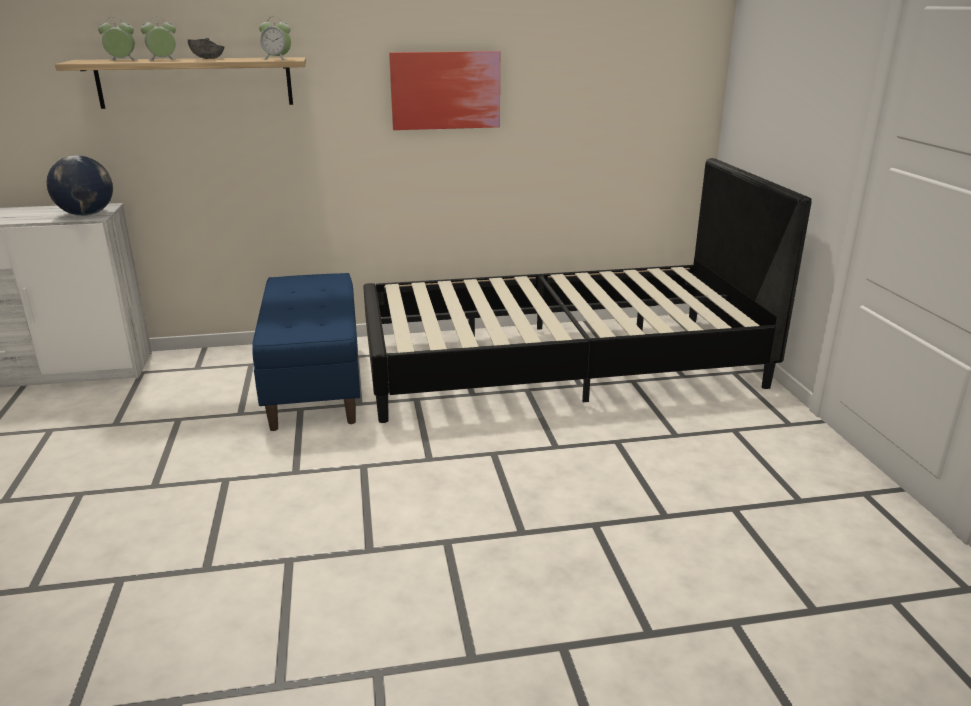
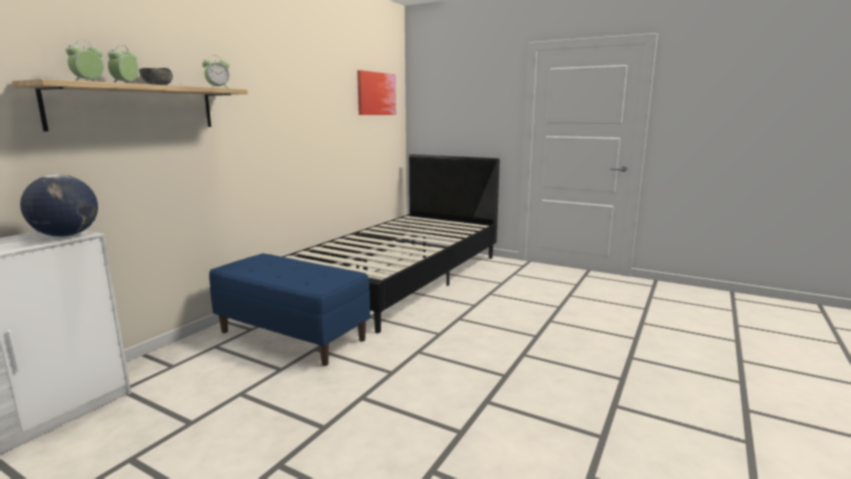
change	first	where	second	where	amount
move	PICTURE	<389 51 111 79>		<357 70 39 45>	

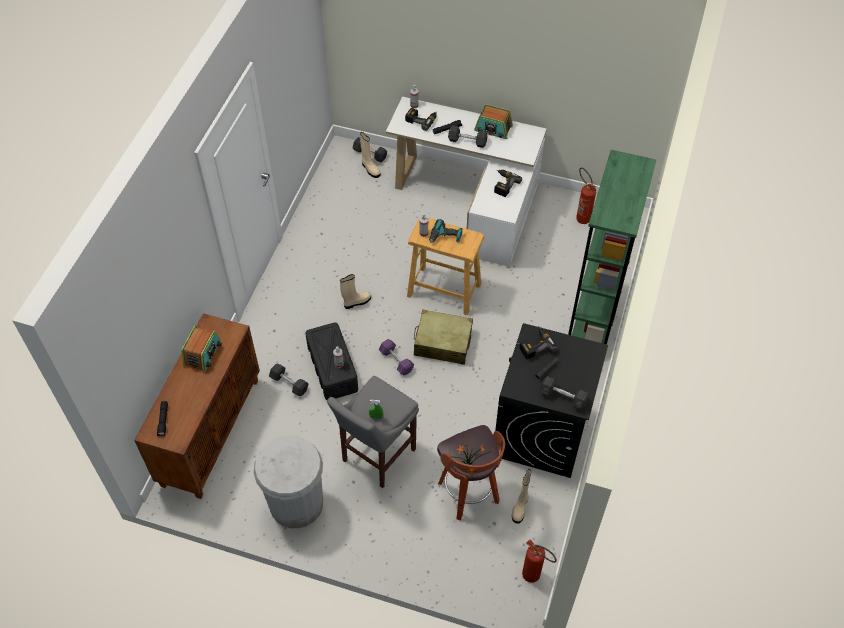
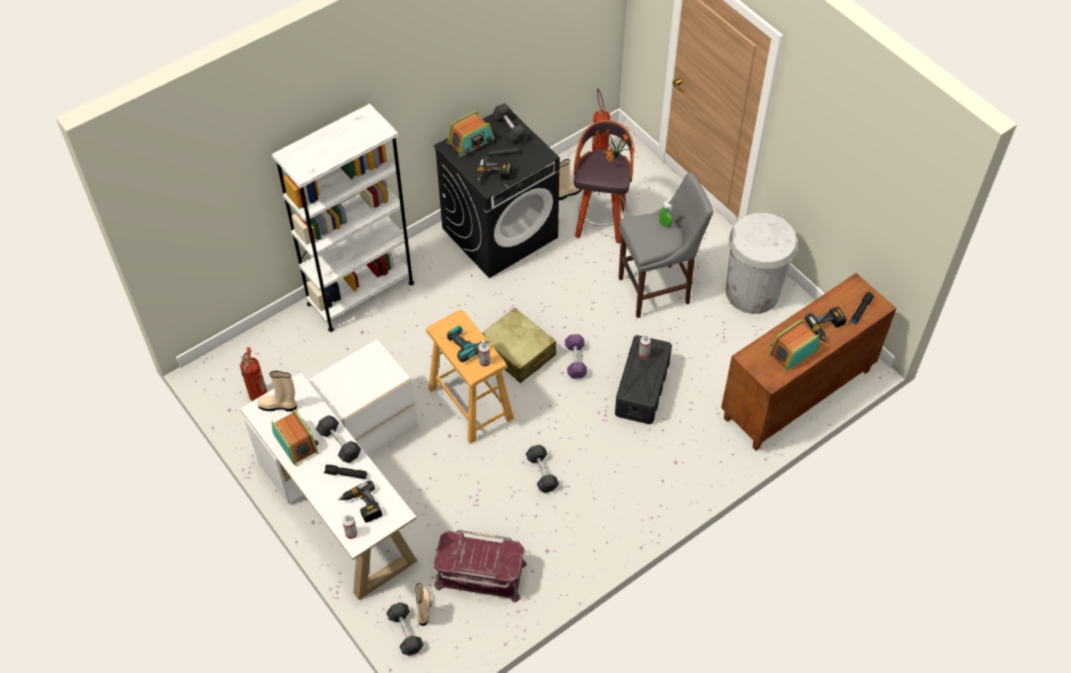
change	first	where	second	where	amount
move	BEIGE BOOT	<340 274 31 35>		<258 371 39 41>	
recolor	GREEN BOOKCASE	<568 150 88 195>	WHITE BOOKCASE	<272 103 142 229>	
insert			RED STORAGE BOX	<434 530 93 73>	
insert			RADIO	<447 111 47 46>	
move	GREY DUMBBELL	<269 364 40 32>		<526 445 33 48>	
move	POWER DRILL	<494 170 28 27>		<805 306 42 36>	

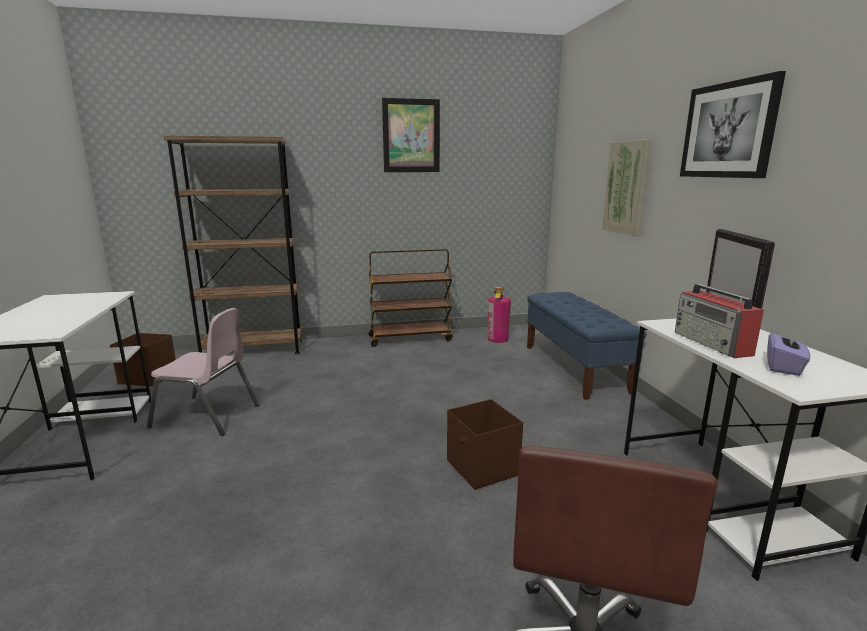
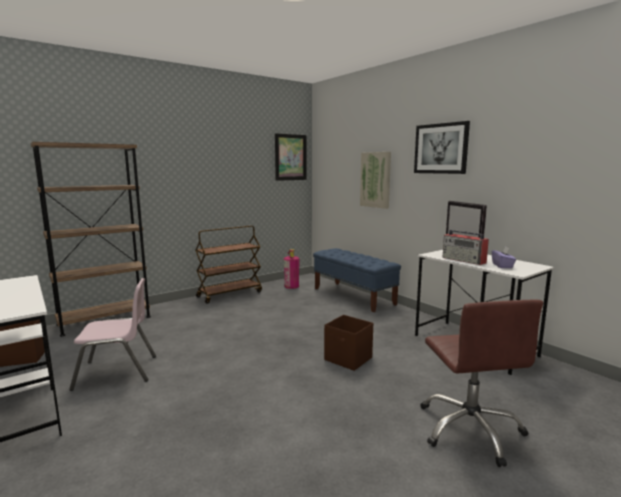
change	first	where	second	where	amount
move	PICTURE	<382 98 58 74>		<275 133 32 48>	

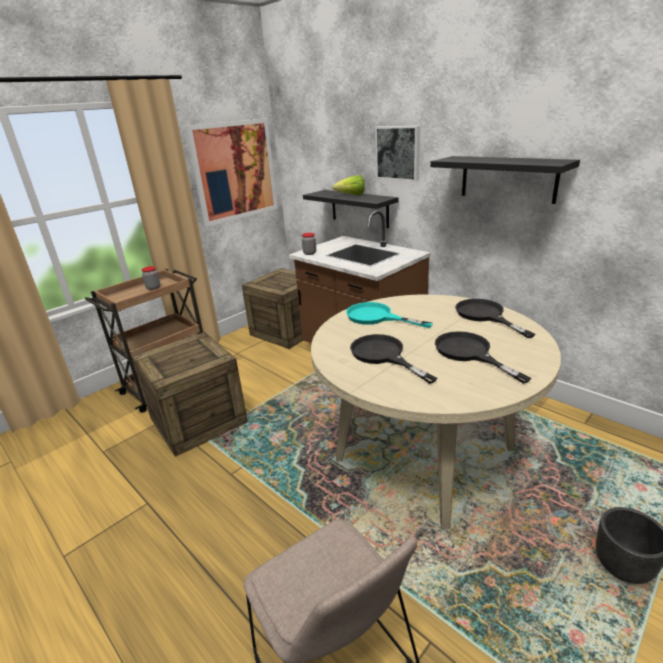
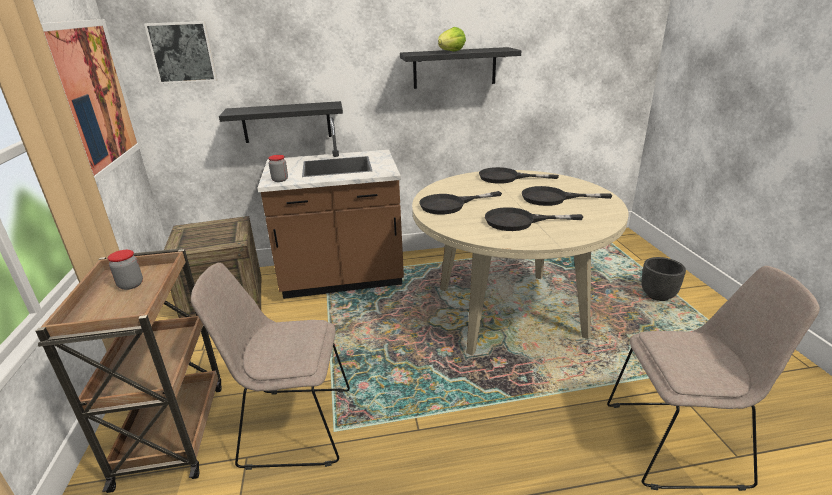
change	first	where	second	where	amount
move	PICTURE	<375 125 45 56>		<144 21 74 63>	
replace	CRATE	<132 332 116 125>	BEIGE CHAIR	<191 263 159 207>	
recolor	TURQUOISE FRYING PAN	<346 302 87 26>	BLACK FRYING PAN	<419 191 83 23>	
move	LETTUCE	<332 175 33 20>		<438 27 28 25>	

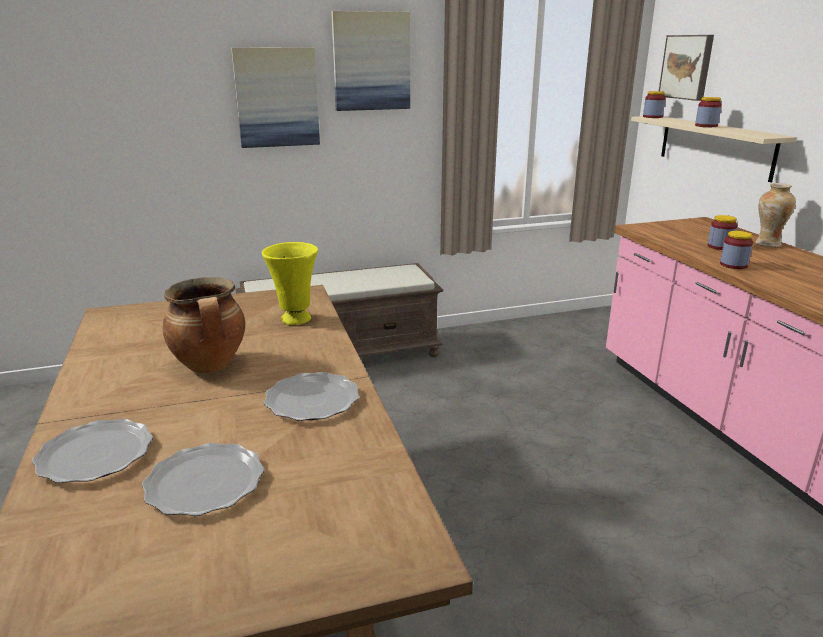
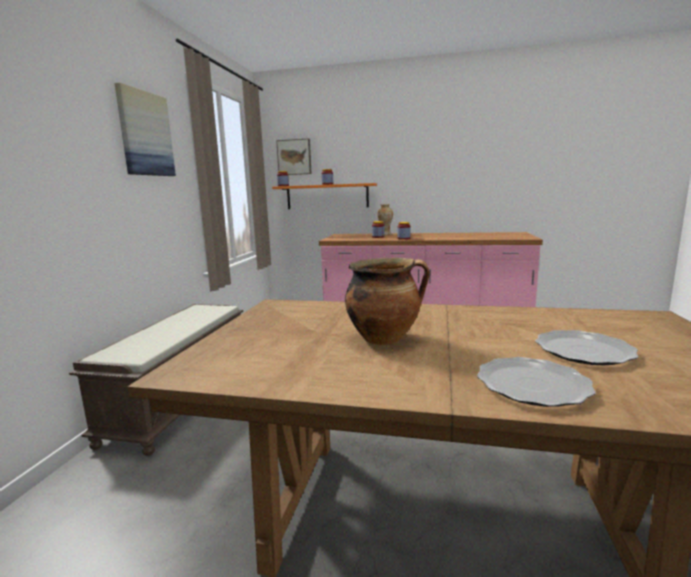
change	first	where	second	where	amount
recolor	BEIGE SHELF	<631 116 166 66>	ORANGE SHELF	<272 183 105 26>	
delete	PICTURE	<231 47 89 101>			
delete	YELLOW VASE	<262 242 56 83>			
delete	PLATE	<264 372 95 49>			

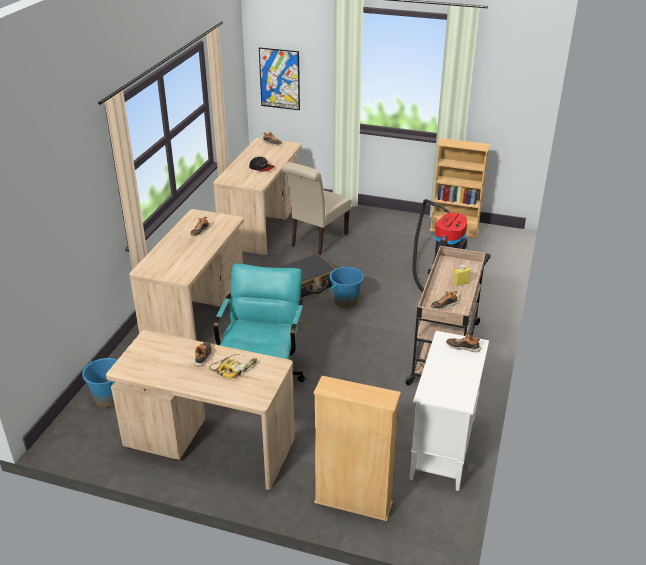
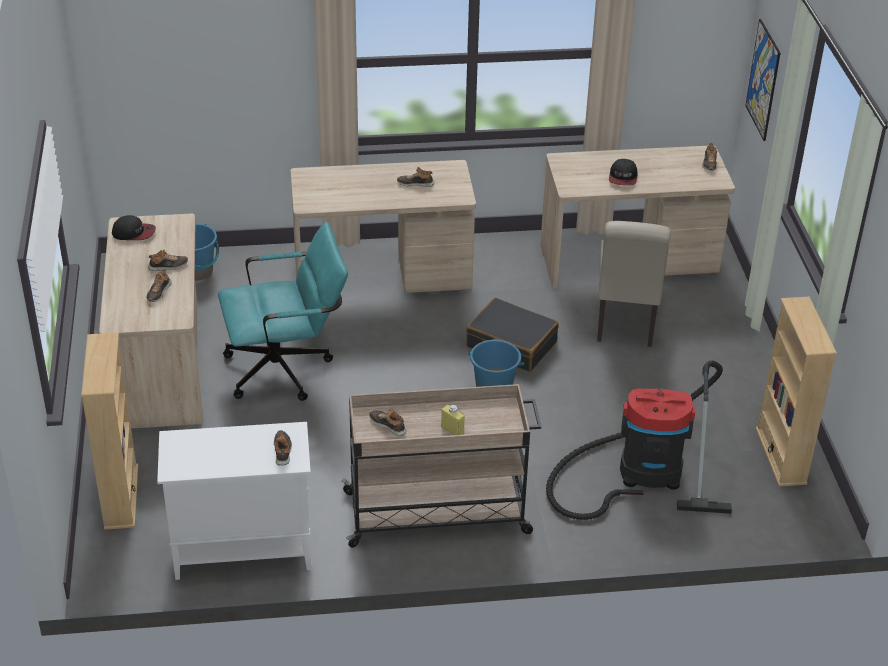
change	first	where	second	where	amount
insert			CAP	<112 215 44 25>	
replace	POWER DRILL	<209 354 48 24>	SHOE	<147 269 25 33>	
rotate	BEIGE CHAIR	<282 162 70 94>		<597 221 74 126>	90 degrees counterclockwise

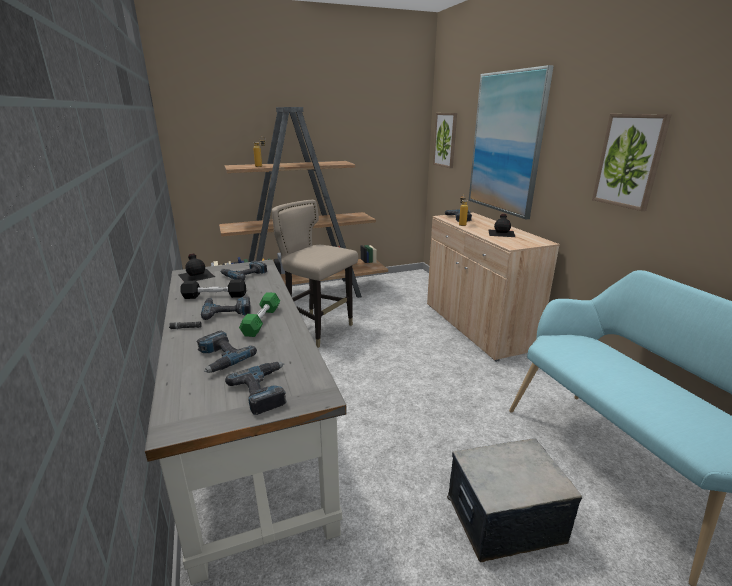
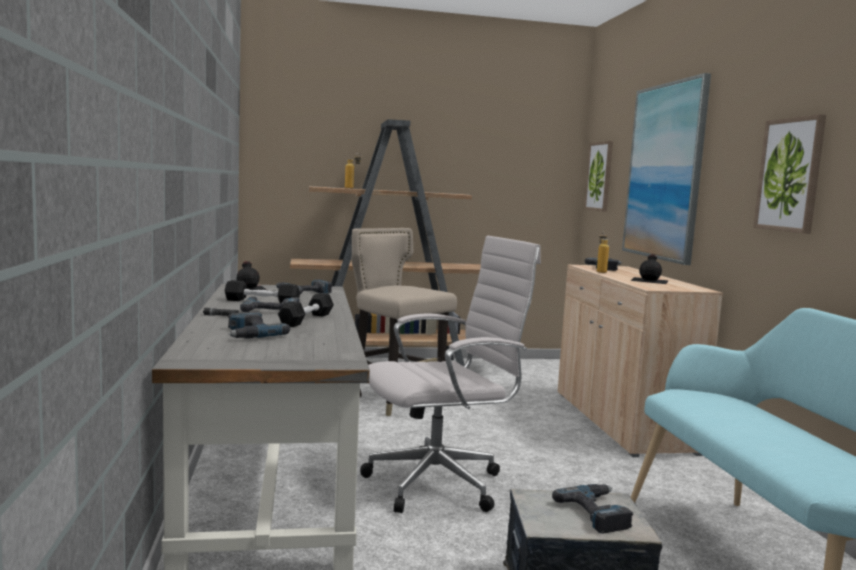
change	first	where	second	where	amount
recolor	GREEN DUMBBELL	<239 292 41 45>	BLACK DUMBBELL	<278 293 56 34>	
insert			WHITE OFFICE CHAIR	<360 236 181 277>	
move	POWER DRILL	<225 362 62 53>		<552 484 82 49>	

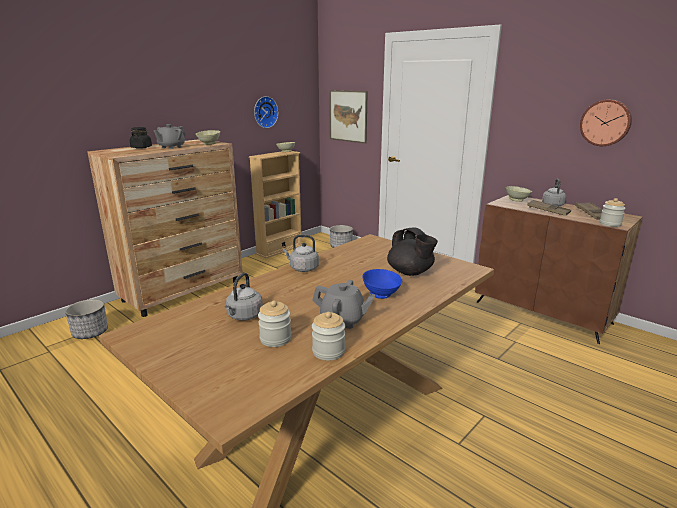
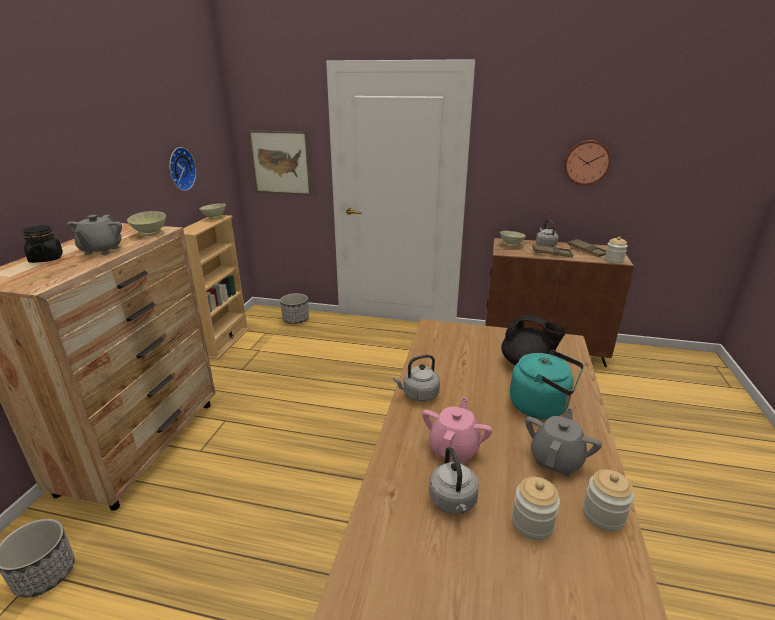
change	first	where	second	where	amount
insert			PINK TEAPOT	<422 397 70 67>	
replace	BLUE BOWL	<362 269 40 30>	TURQUOISE KETTLE	<510 350 74 69>	
rotate	GREY TEAPOT	<312 280 63 49>		<525 408 77 68>	45 degrees counterclockwise

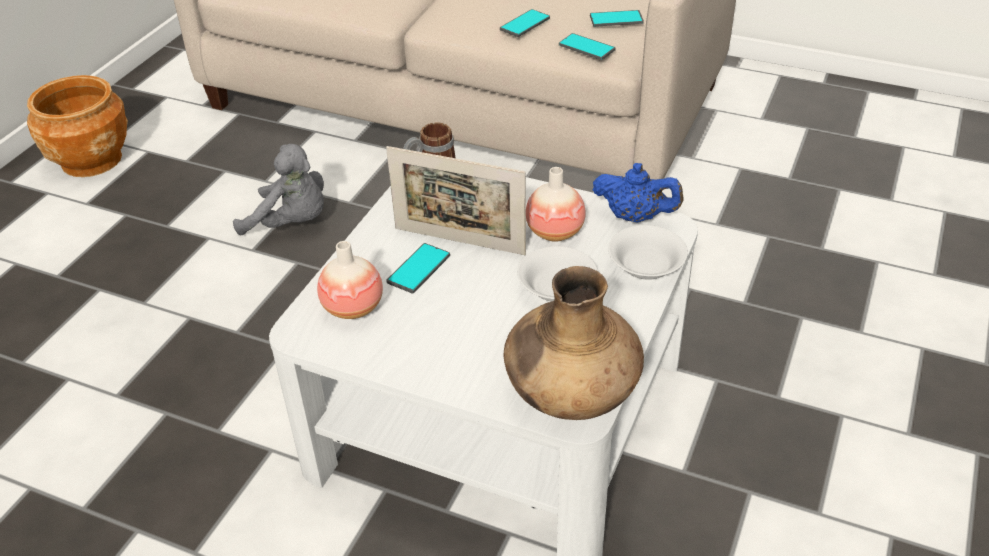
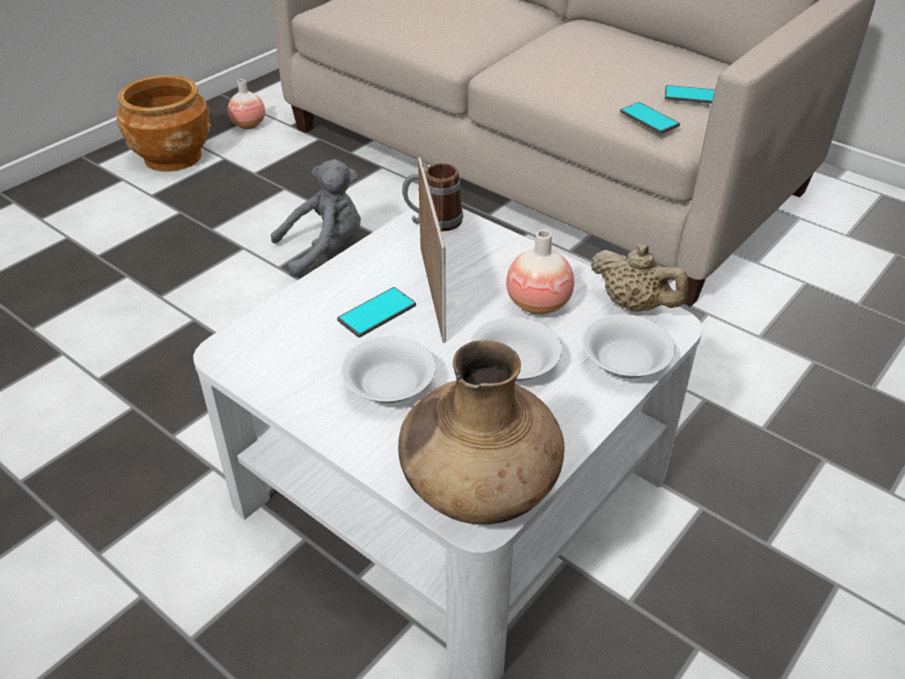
change	first	where	second	where	amount
move	VASE	<317 241 66 78>		<228 79 37 50>	
rotate	GREY PLUSH TOY	<233 144 91 92>		<271 159 90 118>	60 degrees counterclockwise
insert			WHITE BOWL	<341 336 95 68>	
rotate	PICTURE FRAME	<386 146 140 109>		<418 158 28 185>	135 degrees counterclockwise
recolor	BLUE TEAPOT	<593 163 90 59>	BEIGE TEAPOT	<591 243 98 69>	
delete	PHONE	<500 9 50 28>			

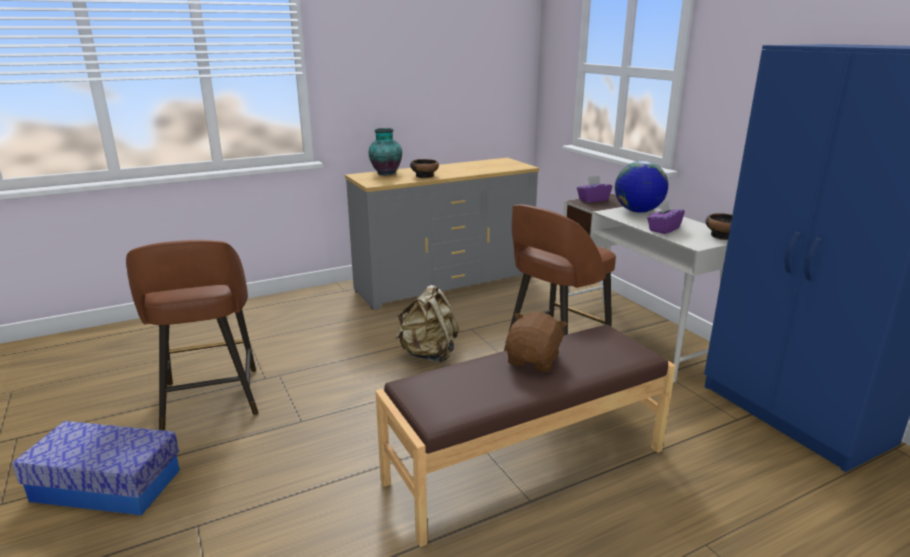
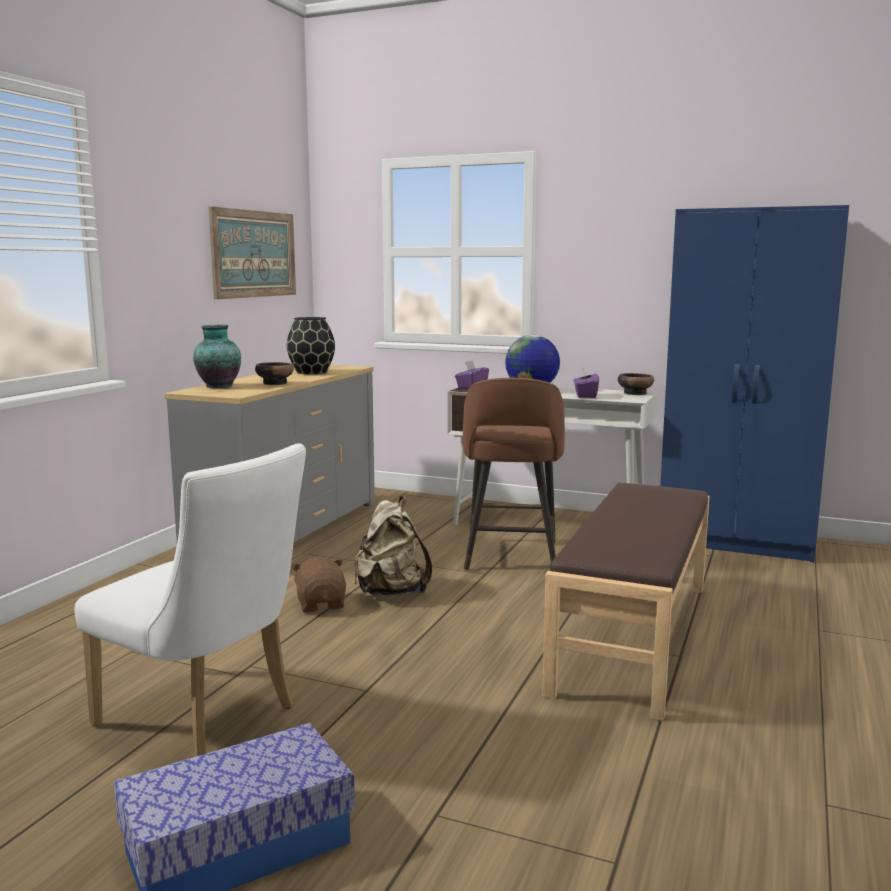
change	first	where	second	where	amount
replace	BROWN STOOL	<126 240 133 191>	WHITE CHAIR	<75 443 231 314>	
insert			PICTURE	<209 206 87 93>	
insert			BLACK VASE	<287 317 48 57>	
move	BROWN PLUSH TOY	<505 312 62 60>		<291 557 55 55>	

